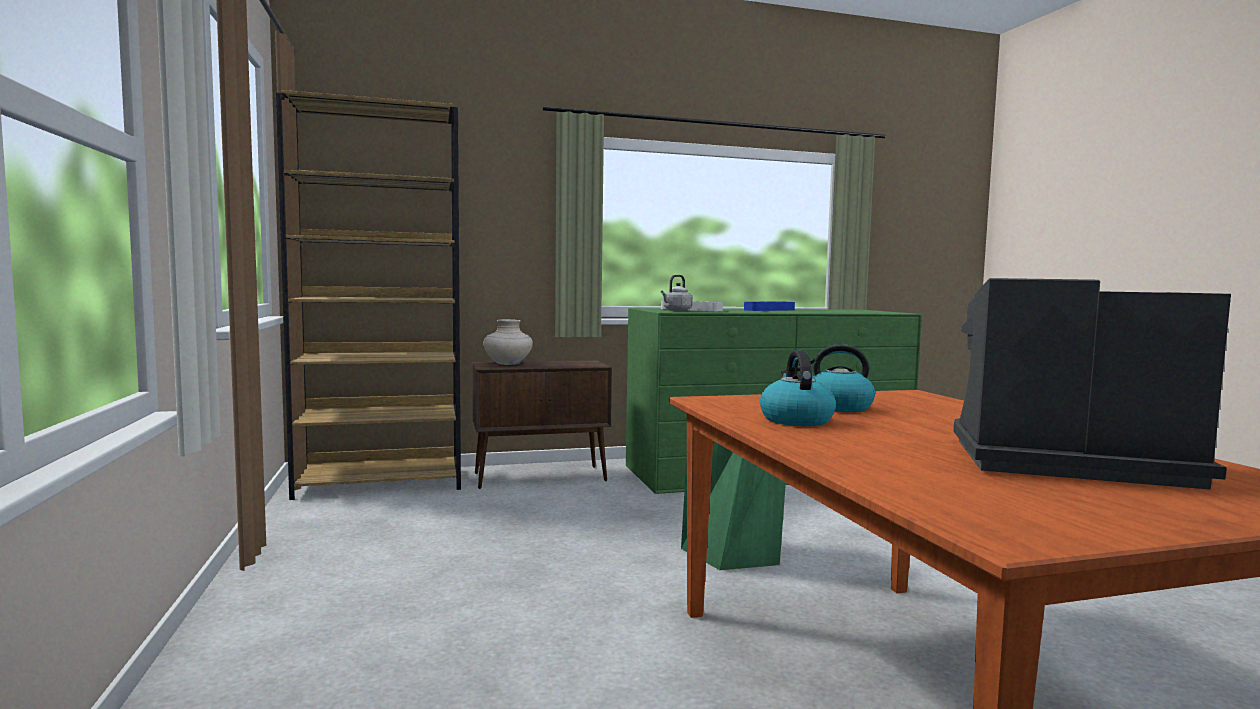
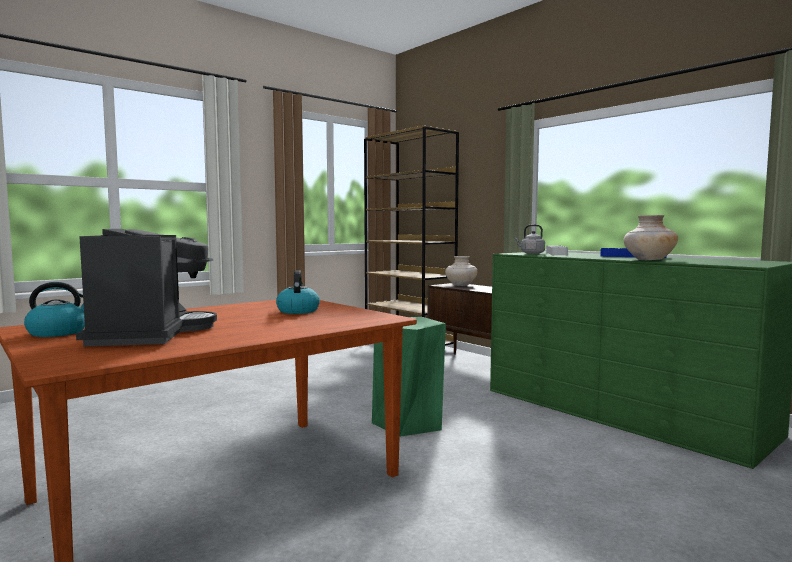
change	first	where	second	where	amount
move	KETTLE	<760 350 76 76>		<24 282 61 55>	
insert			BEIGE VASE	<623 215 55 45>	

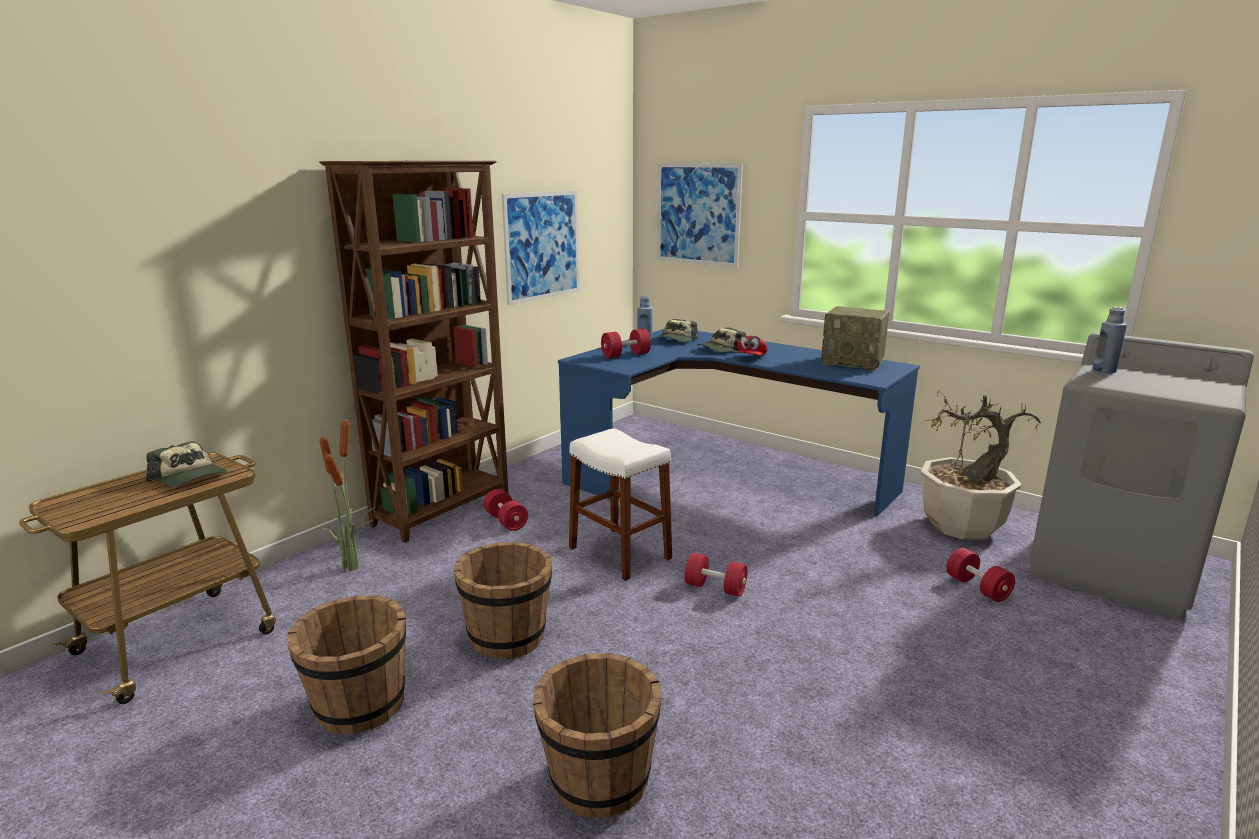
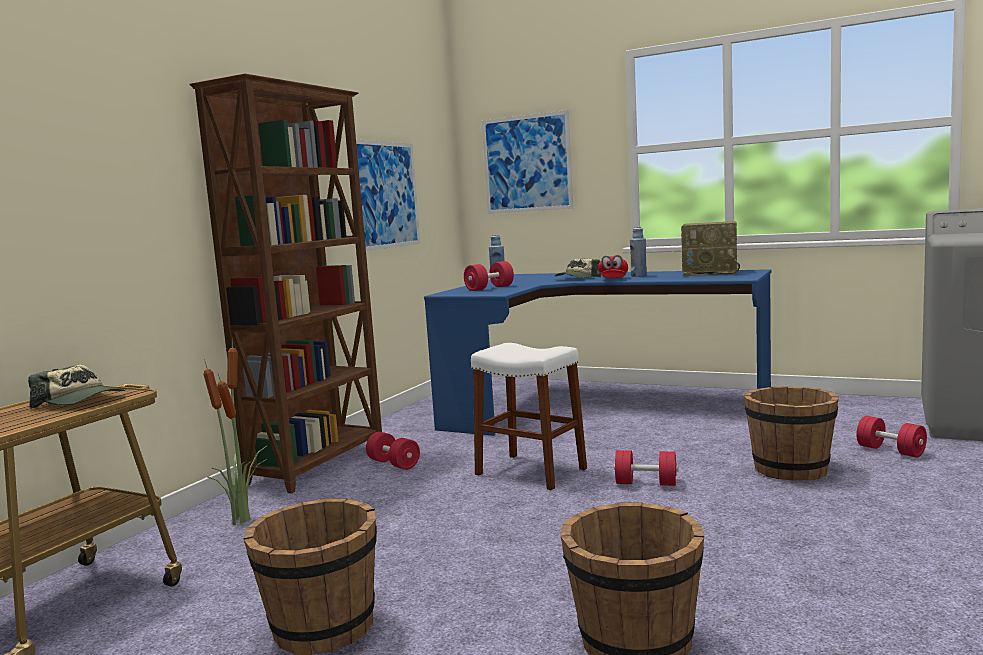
change	first	where	second	where	amount
move	BLUE BOTTLE	<1092 307 35 66>		<630 227 17 50>	
move	BROWN BUCKET	<454 542 98 117>		<744 386 95 95>	
delete	CAP	<656 319 42 23>			
delete	POTTED PLANT	<921 389 120 152>			

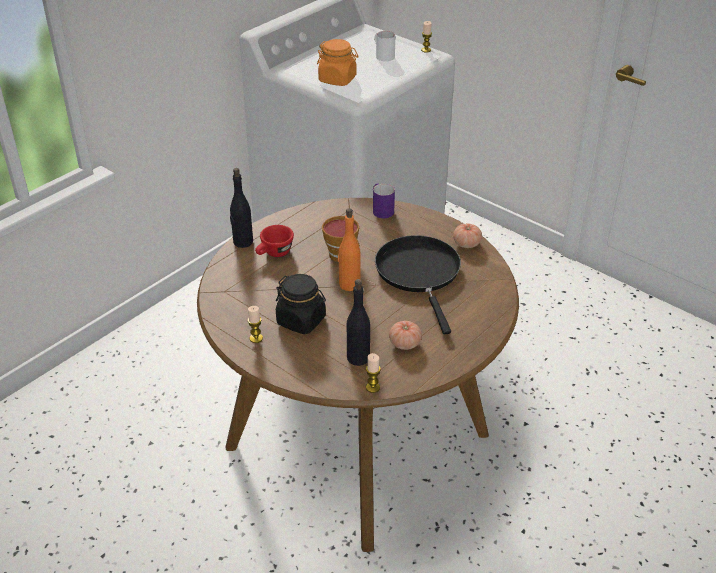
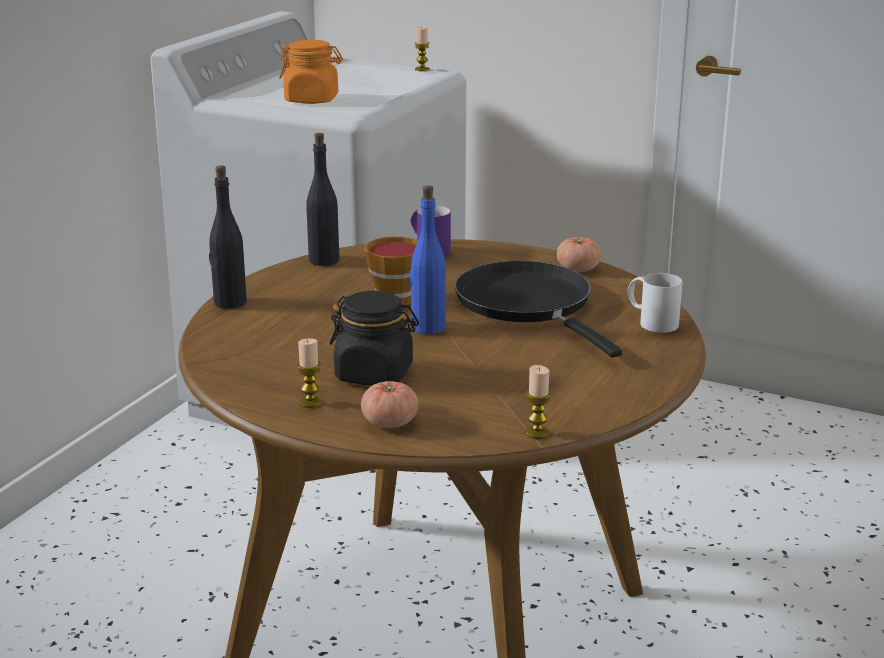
change	first	where	second	where	amount
move	BLACK BOTTLE	<347 279 23 87>		<306 133 33 133>	
move	TOMATO	<389 321 33 29>		<361 381 57 47>	
recolor	ORANGE BOTTLE	<338 208 22 83>	BLUE BOTTLE	<410 185 36 149>	
move	WHITE MUG	<374 31 21 30>		<627 273 56 60>	
delete	RED CUP	<255 225 39 32>			

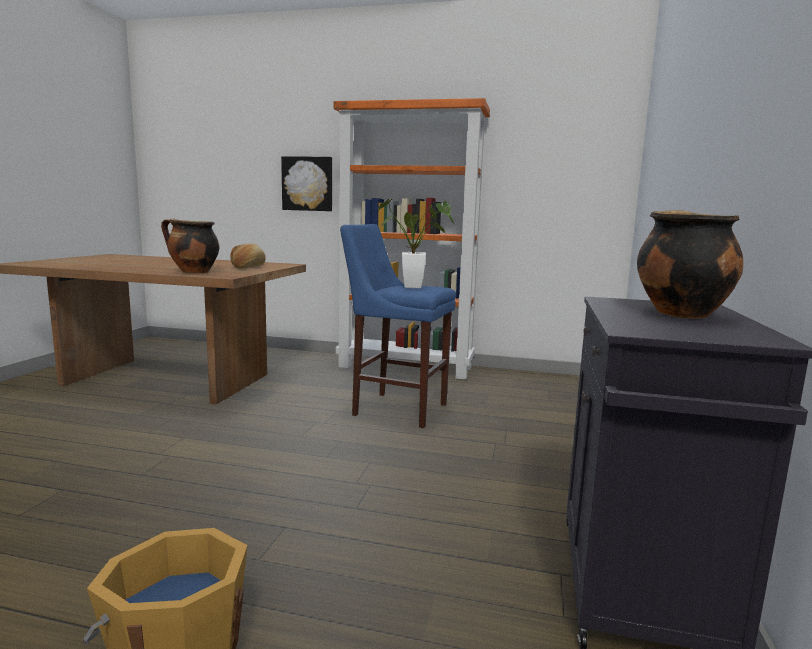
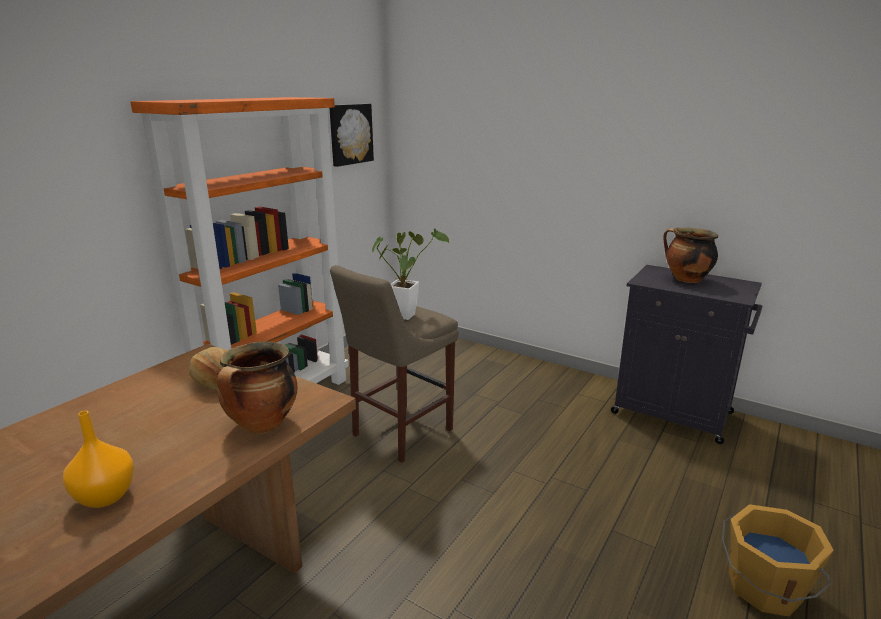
change	first	where	second	where	amount
insert			ORANGE VASE	<63 411 71 97>	
move	PICTURE	<281 156 51 55>		<329 104 45 63>	
recolor	BLUE STOOL	<340 224 116 204>	BEIGE STOOL	<330 265 129 198>	

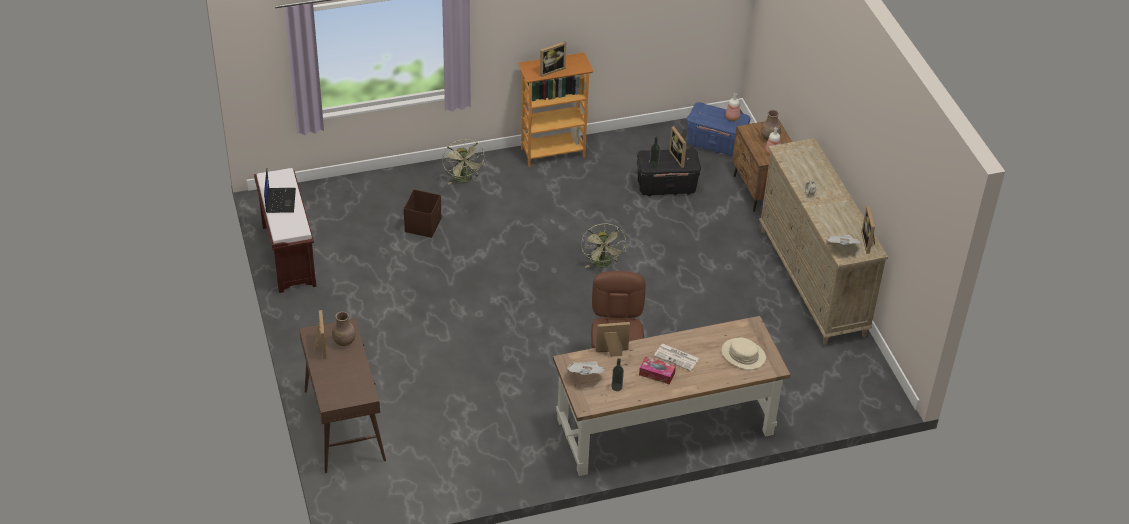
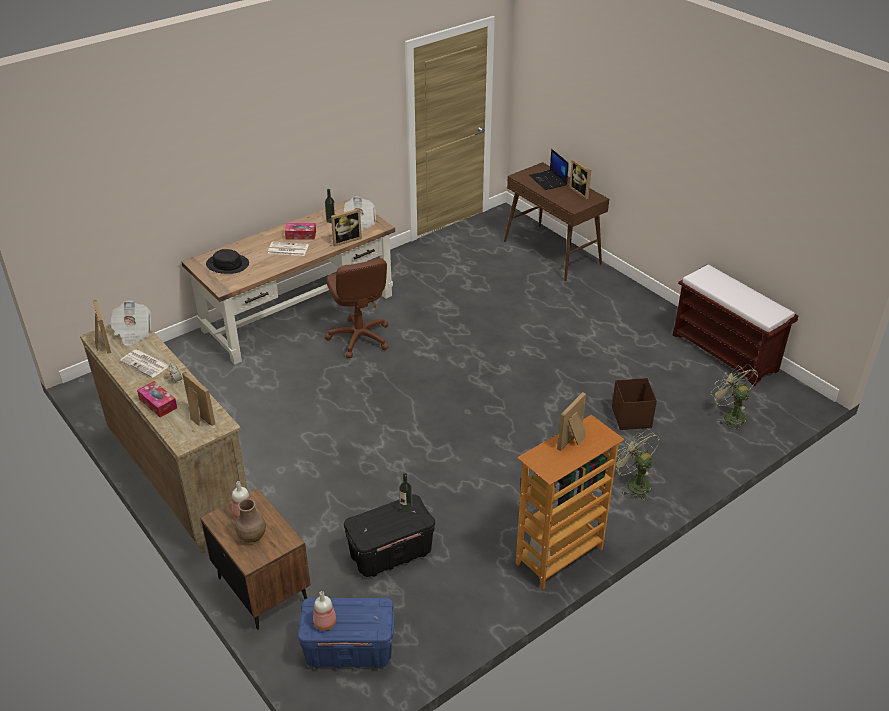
change	first	where	second	where	amount
insert			NEWSPAPER	<120 350 49 28>	
insert			TISSUE BOX	<137 381 40 36>	
move	PICTURE FRAME	<669 126 18 42>		<182 372 33 54>	
recolor	BEIGE HAT	<722 338 44 32>	BLACK HAT	<206 249 43 25>	
move	LAPTOP	<264 169 32 44>		<529 149 40 41>	
move	GREEN FAN	<581 224 45 44>		<711 364 47 67>	
delete	BROWN VASE	<332 311 24 35>			

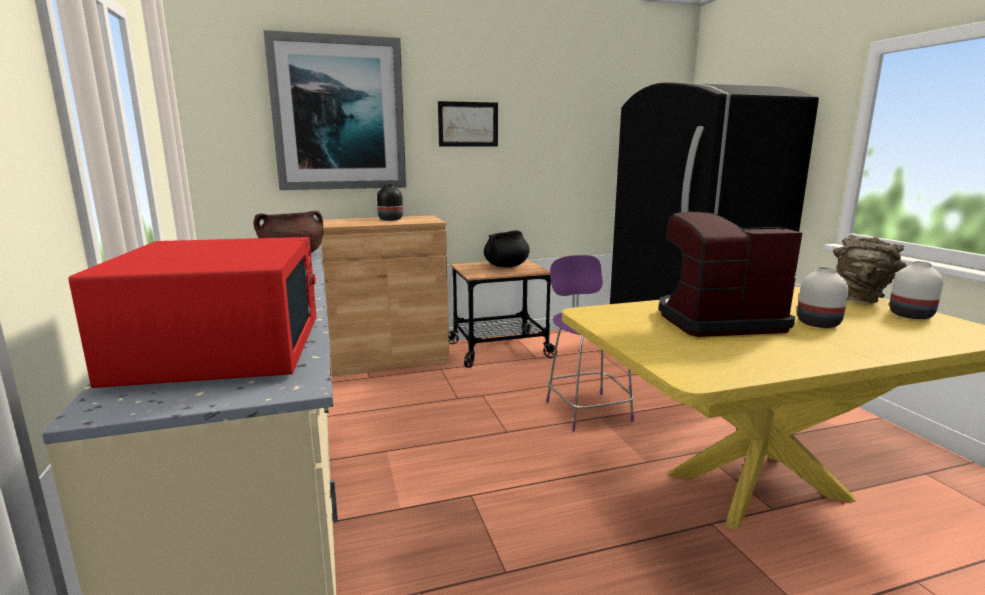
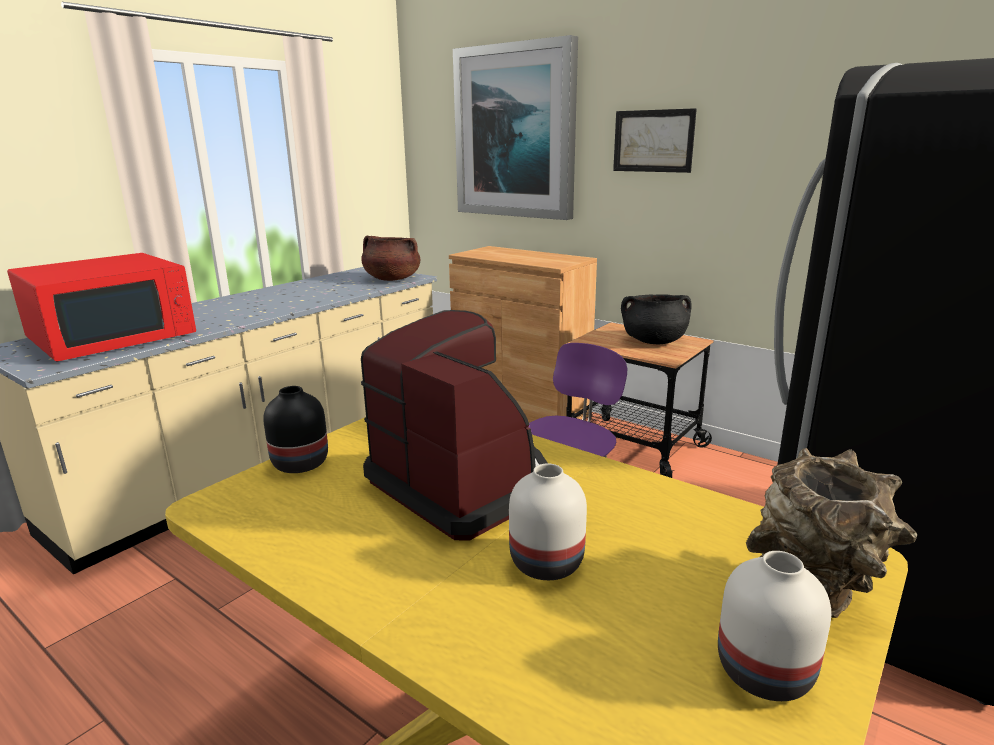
change	first	where	second	where	amount
move	BLACK VASE	<377 184 26 37>		<263 386 65 87>	

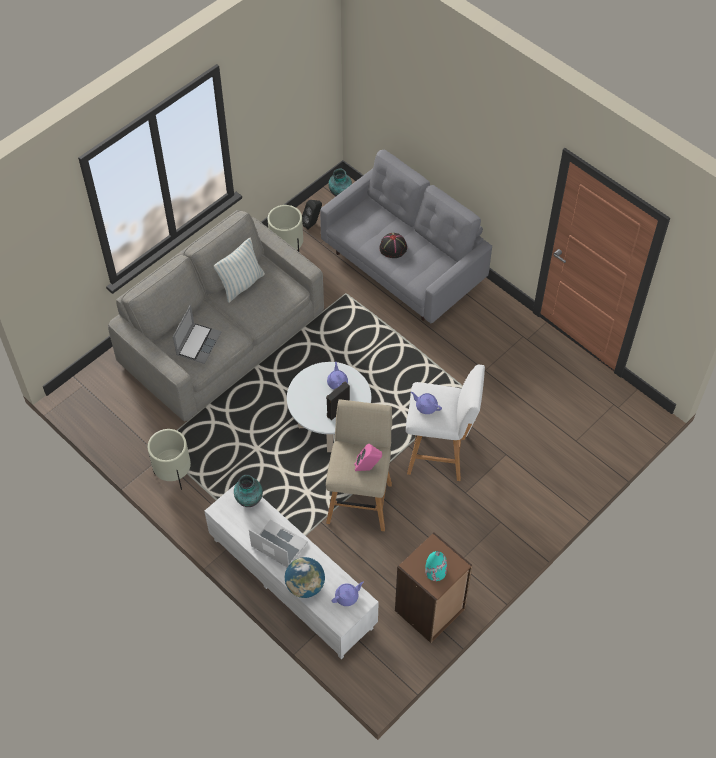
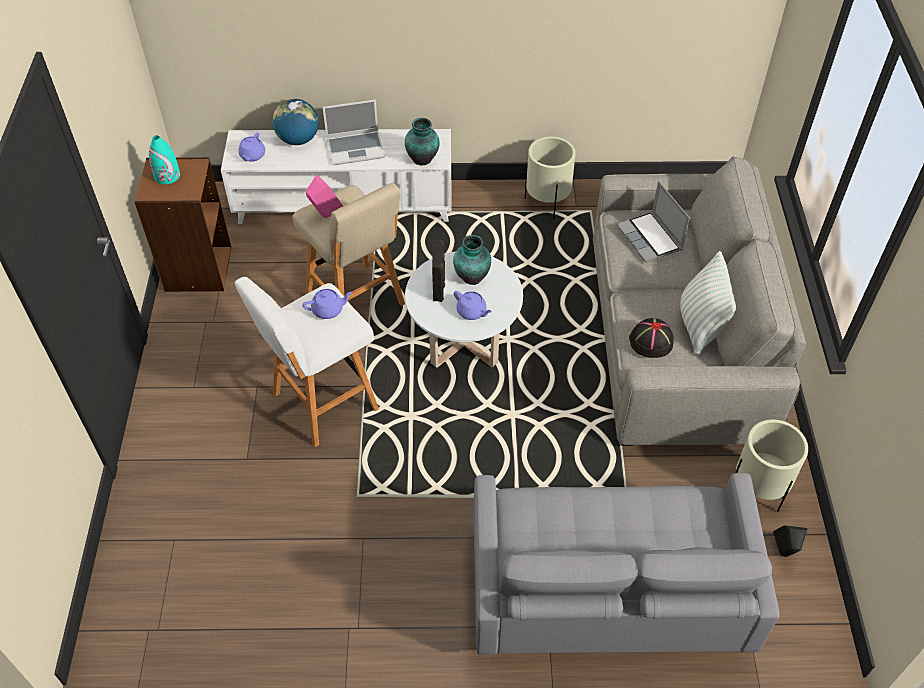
change	first	where	second	where	amount
move	VASE	<328 168 24 29>		<453 235 38 50>	
move	BLACK HAT	<380 233 27 25>		<629 318 44 40>	

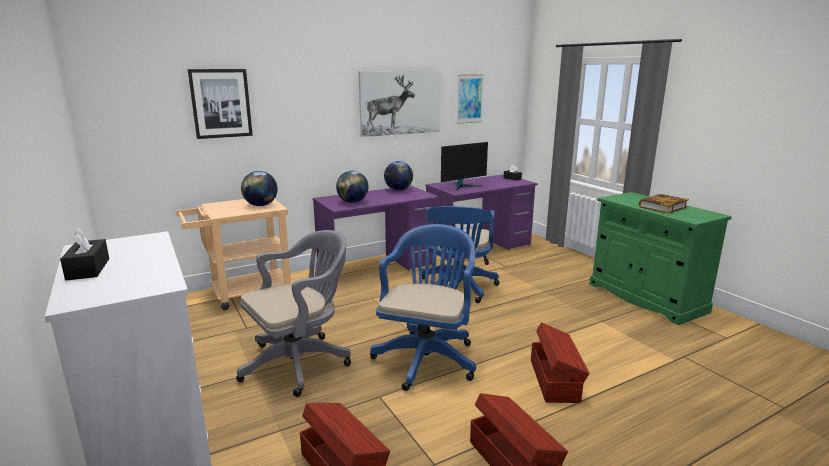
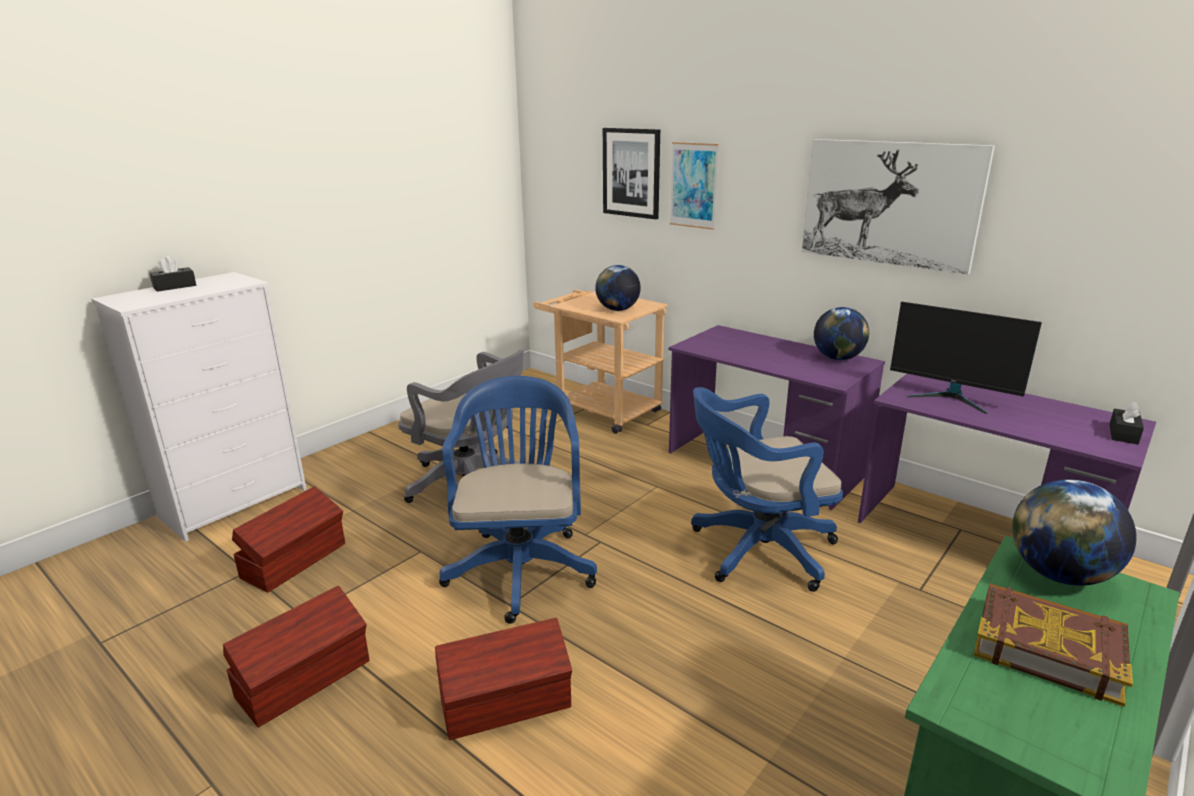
change	first	where	second	where	amount
rotate	BLUE OFFICE CHAIR	<370 224 106 167>		<439 376 158 248>	90 degrees counterclockwise
move	PICTURE	<456 74 28 50>		<670 142 49 88>	
move	GLOBE	<336 171 32 32>		<1012 480 125 106>	

